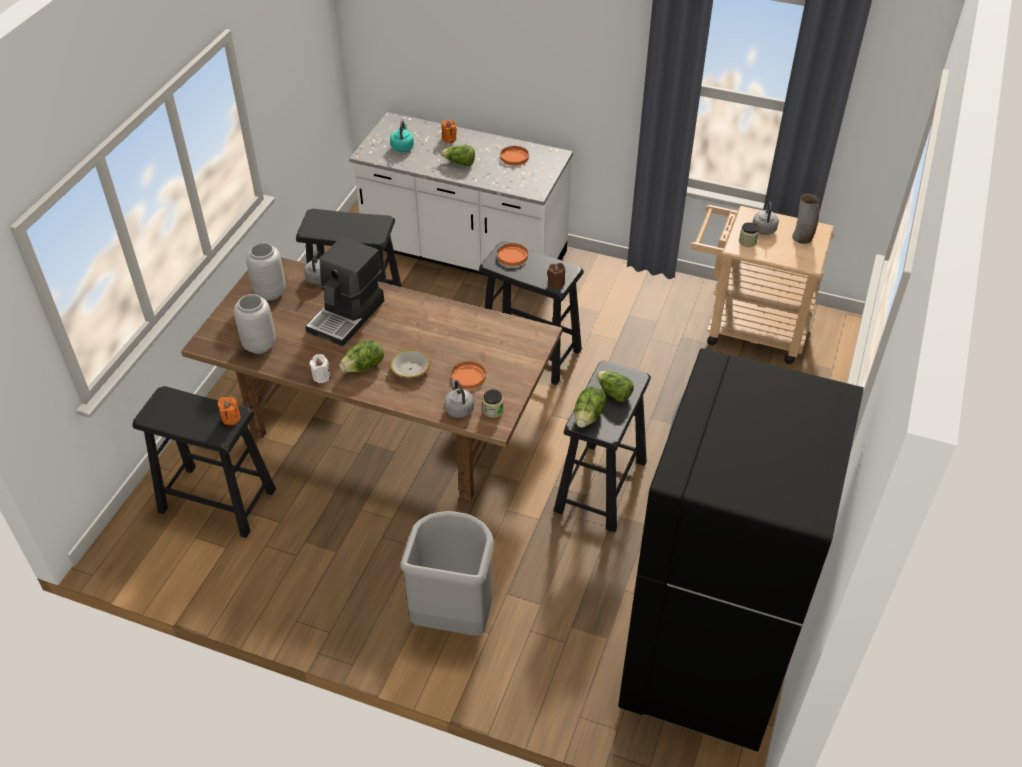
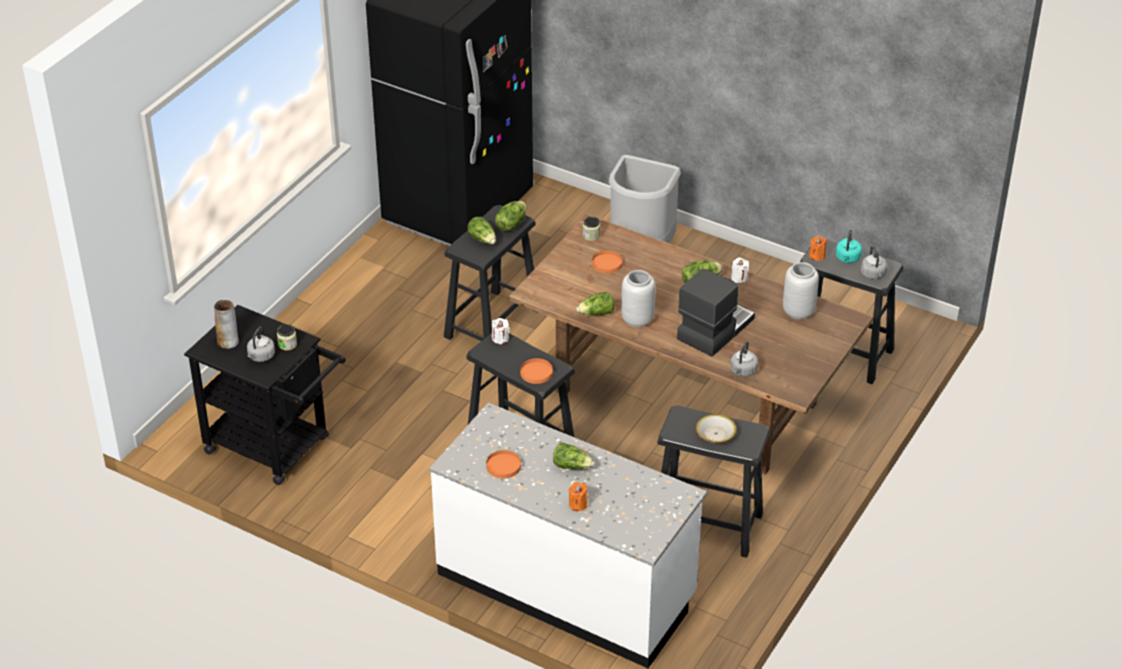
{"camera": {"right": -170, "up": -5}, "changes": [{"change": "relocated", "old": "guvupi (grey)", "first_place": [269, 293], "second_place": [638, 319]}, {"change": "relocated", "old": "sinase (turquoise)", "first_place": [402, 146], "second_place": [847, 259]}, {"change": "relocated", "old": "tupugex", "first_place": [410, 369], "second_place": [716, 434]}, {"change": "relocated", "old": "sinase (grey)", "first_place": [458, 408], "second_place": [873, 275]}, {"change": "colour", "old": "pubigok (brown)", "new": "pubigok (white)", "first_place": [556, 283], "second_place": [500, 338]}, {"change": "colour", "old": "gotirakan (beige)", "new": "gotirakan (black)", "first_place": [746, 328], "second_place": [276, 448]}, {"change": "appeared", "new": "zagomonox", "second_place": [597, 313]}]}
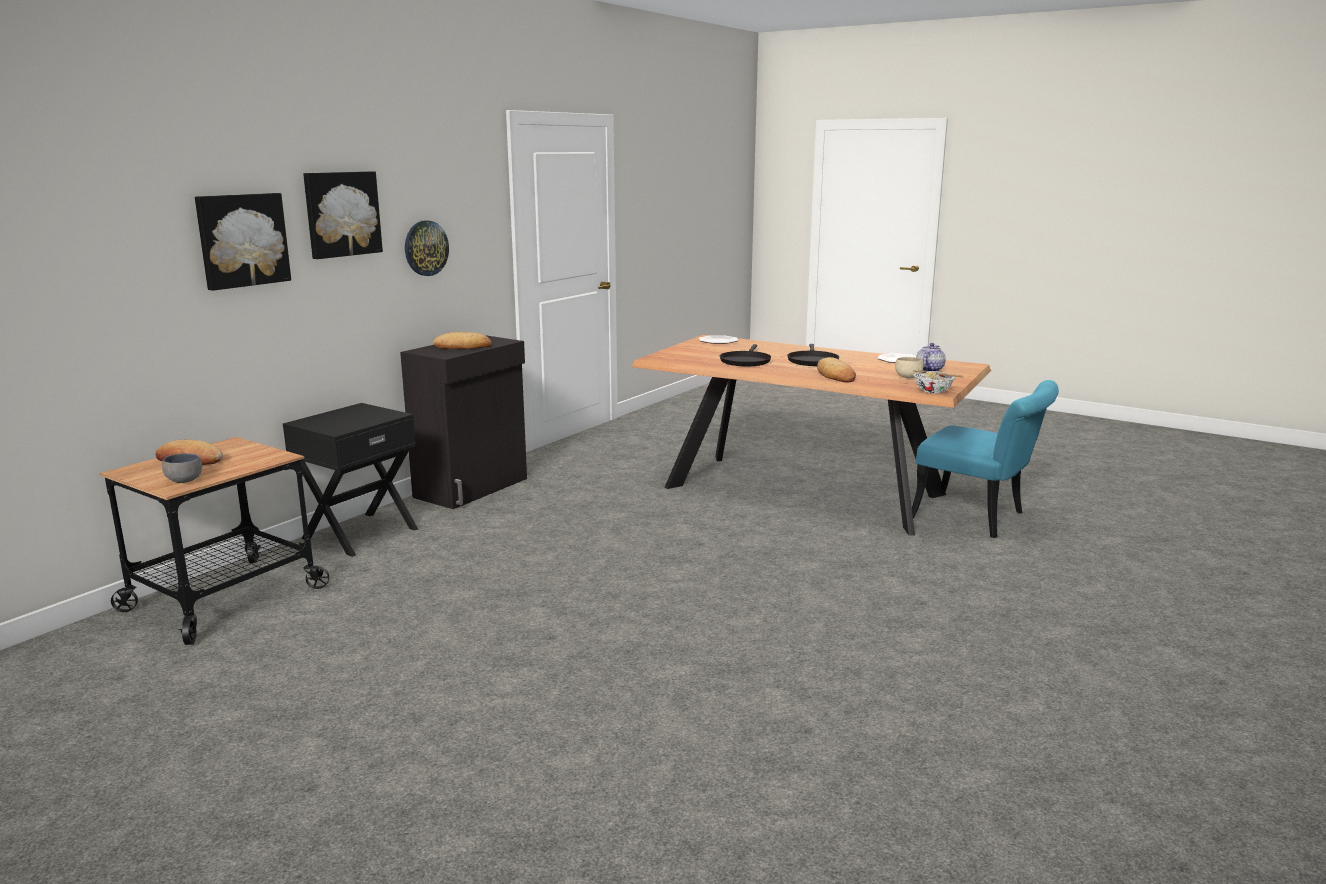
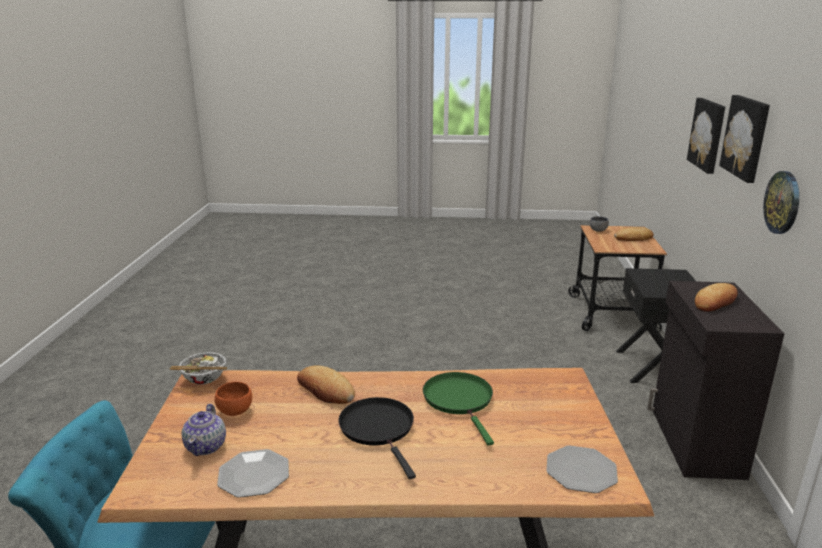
{"camera": {"right": 150, "up": 5}, "changes": [{"change": "colour", "old": "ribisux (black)", "new": "ribisux (green)", "first_place": [745, 361], "second_place": [459, 400]}, {"change": "colour", "old": "tupugex (beige)", "new": "tupugex (orange)", "first_place": [907, 377], "second_place": [236, 411]}]}
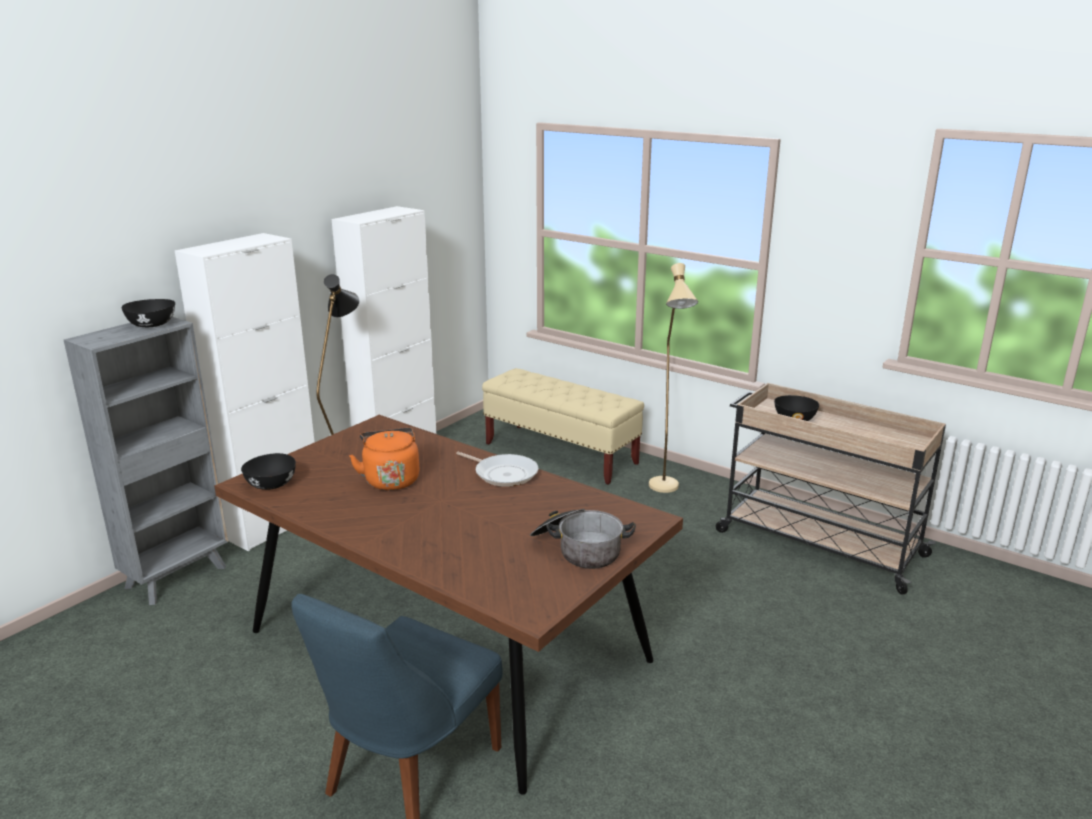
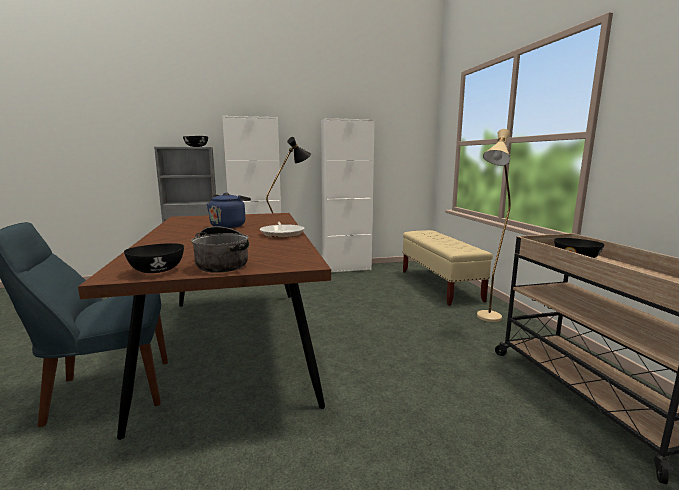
{"camera": {"right": 40, "up": -10}, "changes": [{"change": "relocated", "old": "tupugex (black)", "first_place": [271, 485], "second_place": [156, 271]}, {"change": "colour", "old": "sinase (orange)", "new": "sinase (blue)", "first_place": [391, 479], "second_place": [229, 226]}]}
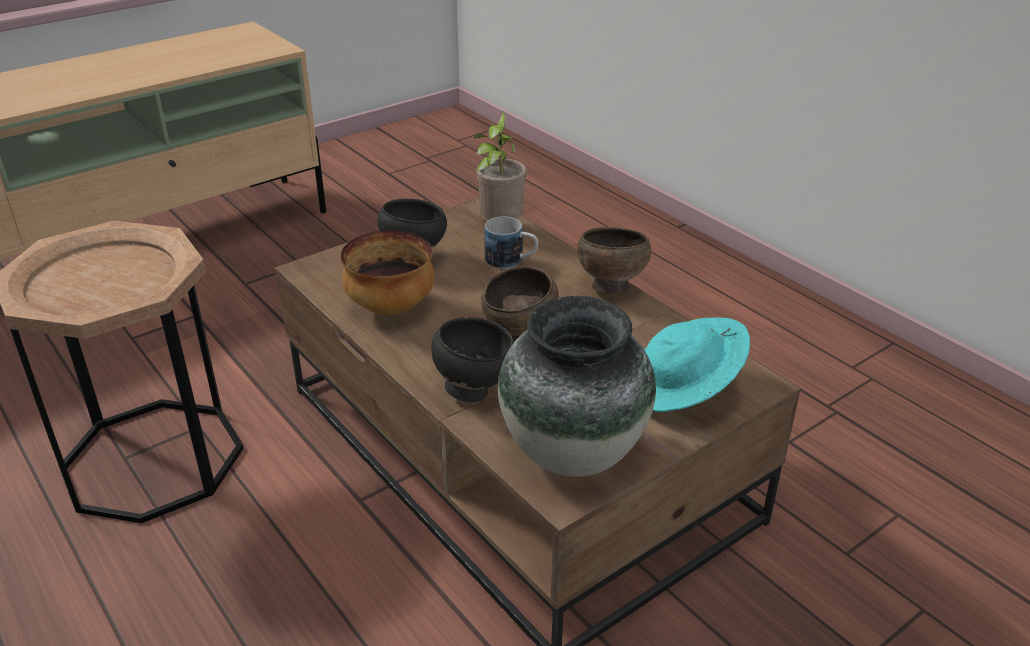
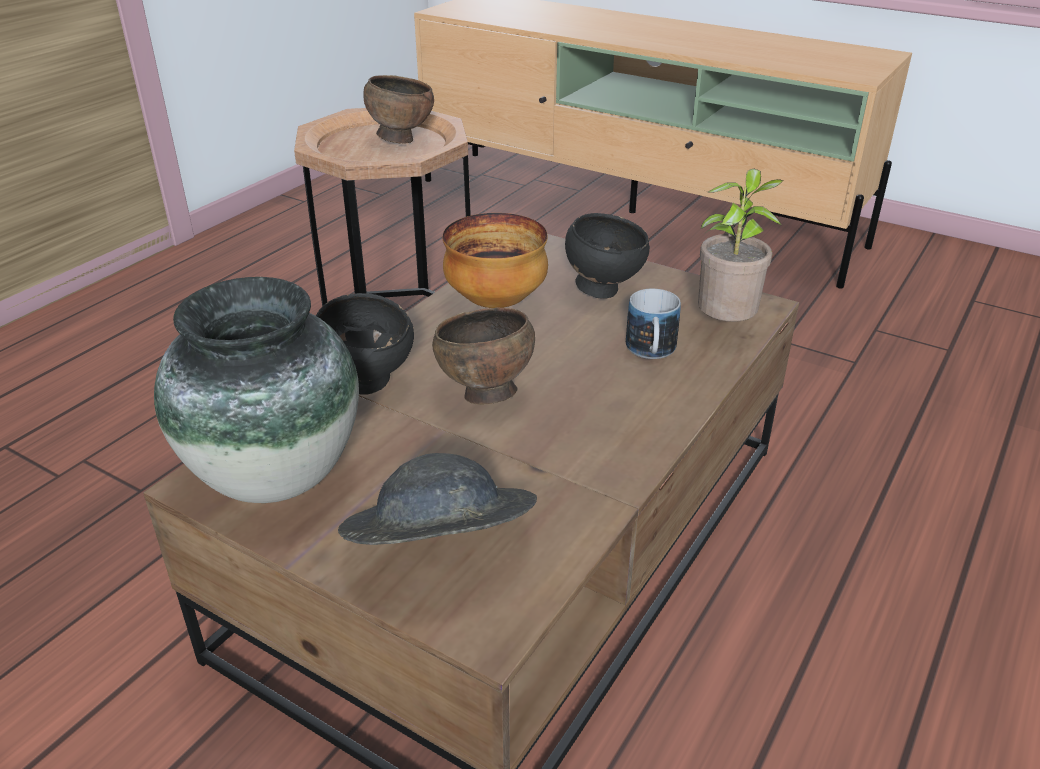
{"camera": {"right": 70, "up": 0}, "changes": [{"change": "relocated", "old": "tupugex (brown)", "first_place": [609, 288], "second_place": [401, 139]}, {"change": "colour", "old": "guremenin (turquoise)", "new": "guremenin (grey)", "first_place": [683, 389], "second_place": [439, 549]}]}
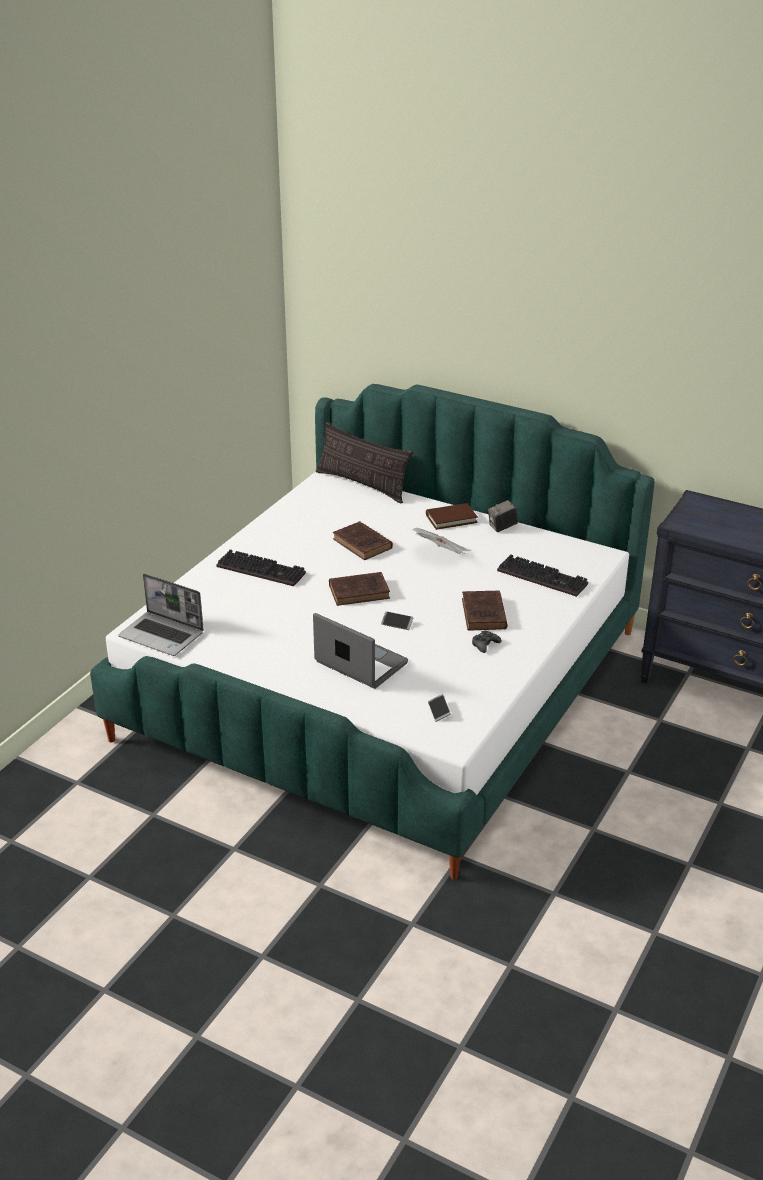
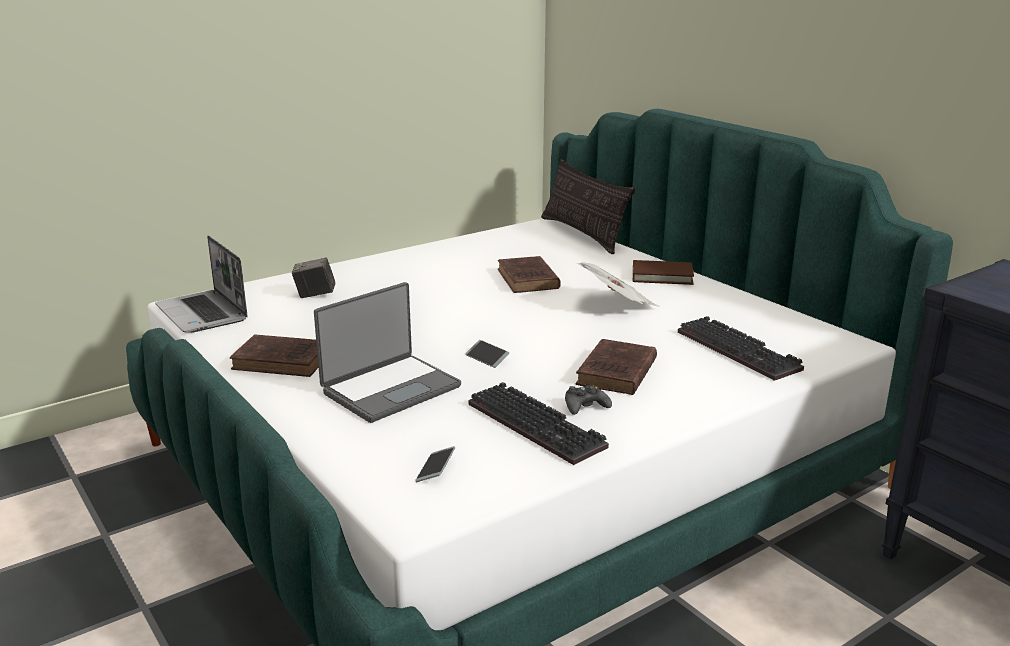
{"camera": {"right": 25, "up": -10}, "changes": [{"change": "relocated", "old": "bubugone", "first_place": [263, 569], "second_place": [539, 426]}, {"change": "spun", "old": "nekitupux", "first_place": [360, 664], "second_place": [390, 389], "degrees": 75}, {"change": "relocated", "old": "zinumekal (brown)", "first_place": [361, 592], "second_place": [284, 361]}, {"change": "relocated", "old": "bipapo", "first_place": [502, 527], "second_place": [315, 295]}]}
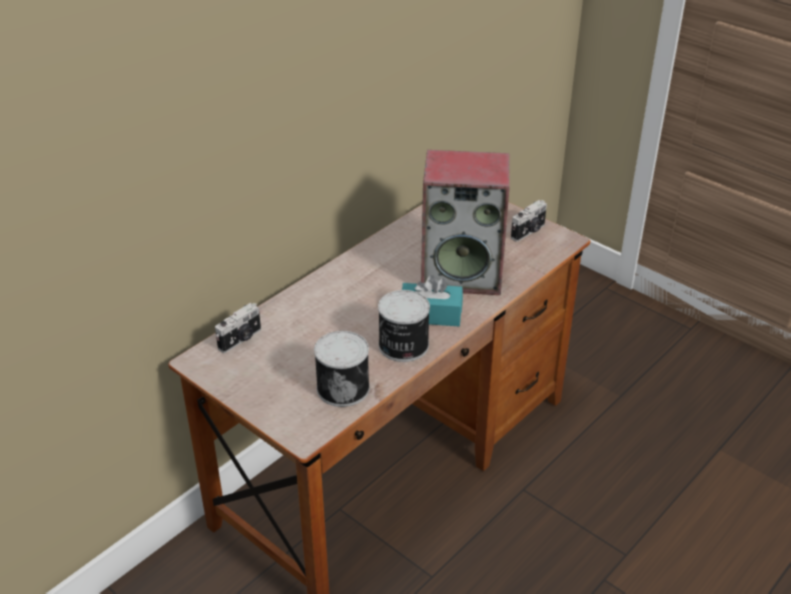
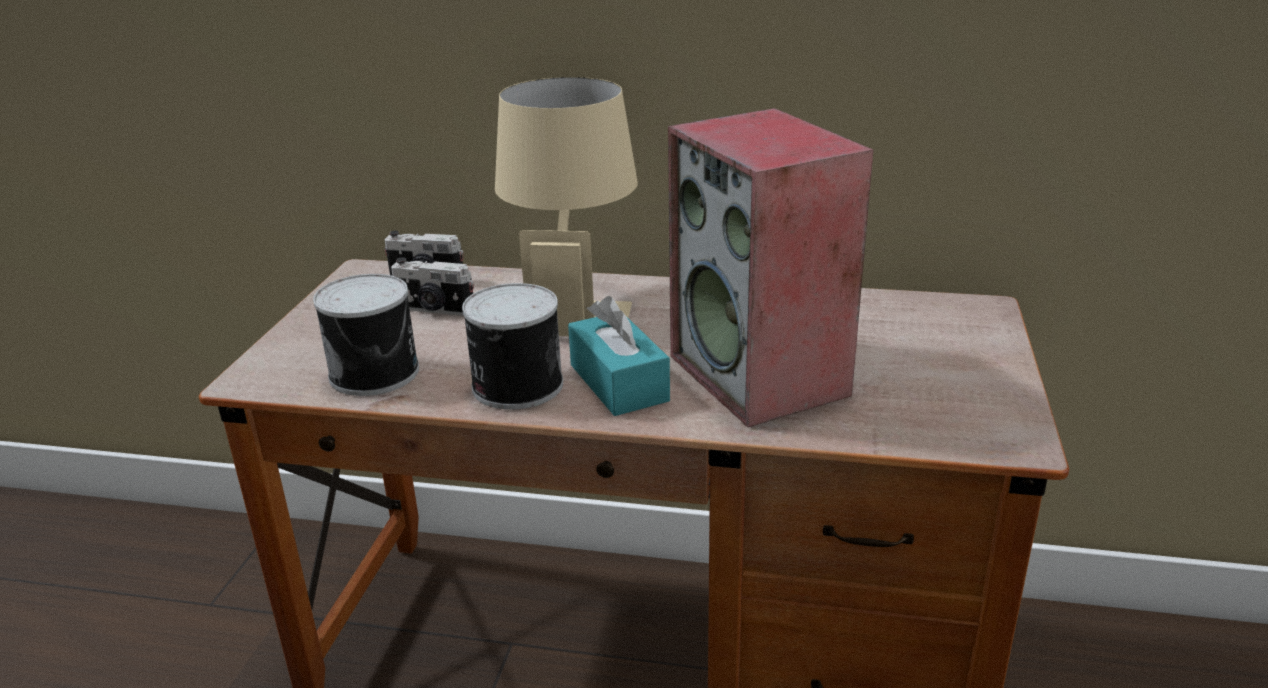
{"camera": {"right": 60, "up": -10}, "changes": [{"change": "relocated", "old": "bipapo", "first_place": [529, 232], "second_place": [434, 310]}, {"change": "appeared", "new": "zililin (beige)", "second_place": [571, 305]}]}
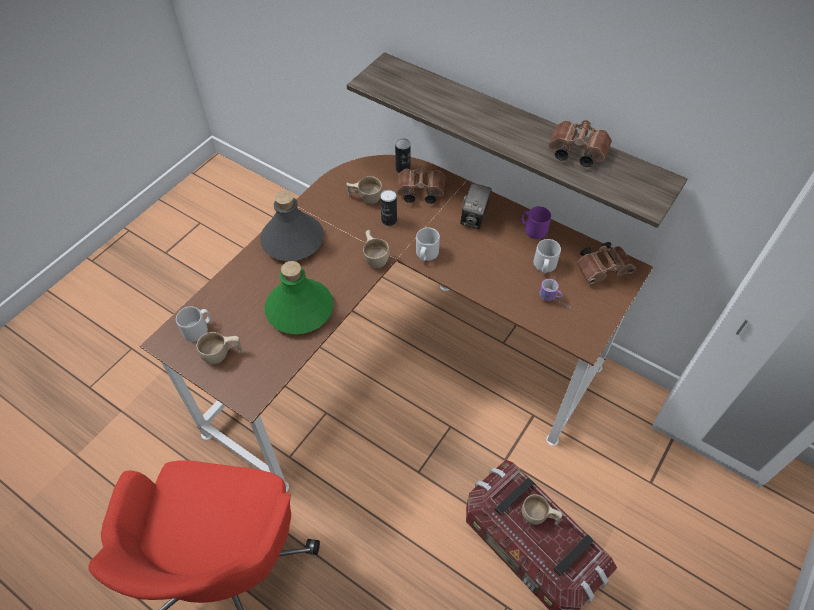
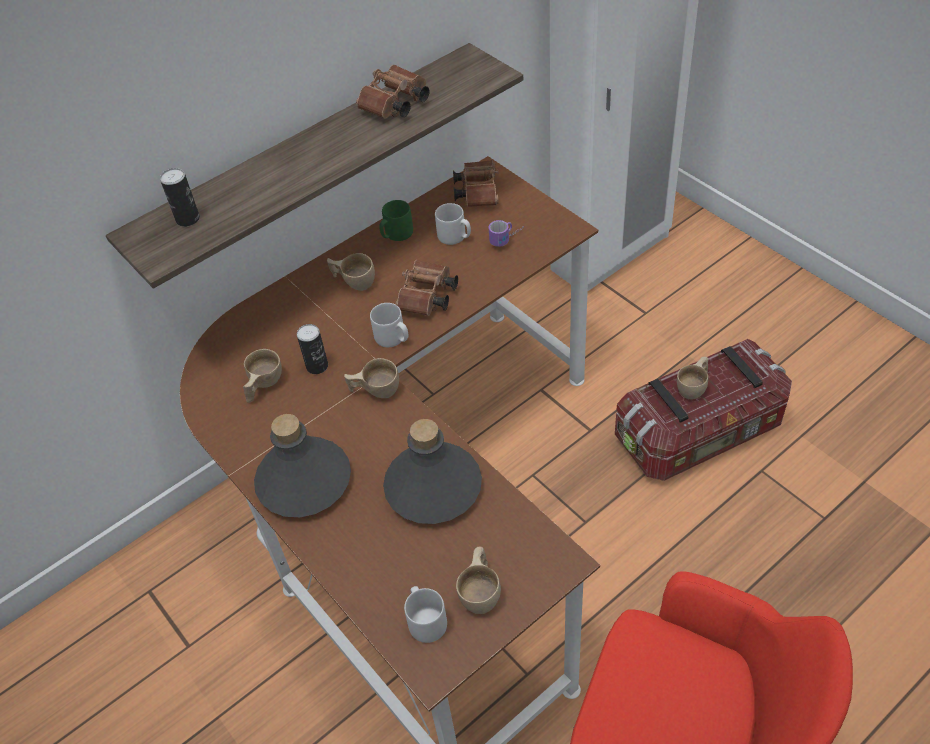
{"camera": {"right": -70, "up": -5}, "changes": [{"change": "colour", "old": "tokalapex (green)", "new": "tokalapex (grey)", "first_place": [299, 310], "second_place": [433, 488]}, {"change": "relocated", "old": "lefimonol", "first_place": [403, 169], "second_place": [188, 219]}, {"change": "relocated", "old": "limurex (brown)", "first_place": [419, 192], "second_place": [427, 298]}, {"change": "exchanged", "old": "bipapo", "new": "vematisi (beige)", "first_place": [474, 218], "second_place": [354, 281]}, {"change": "colour", "old": "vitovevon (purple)", "new": "vitovevon (green)", "first_place": [533, 229], "second_place": [396, 234]}]}
